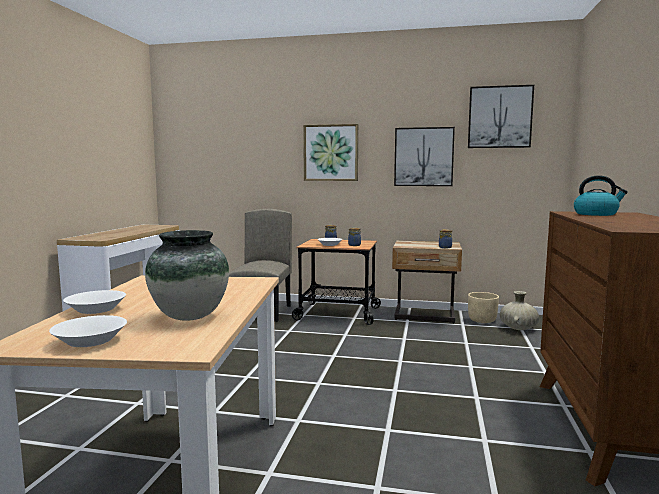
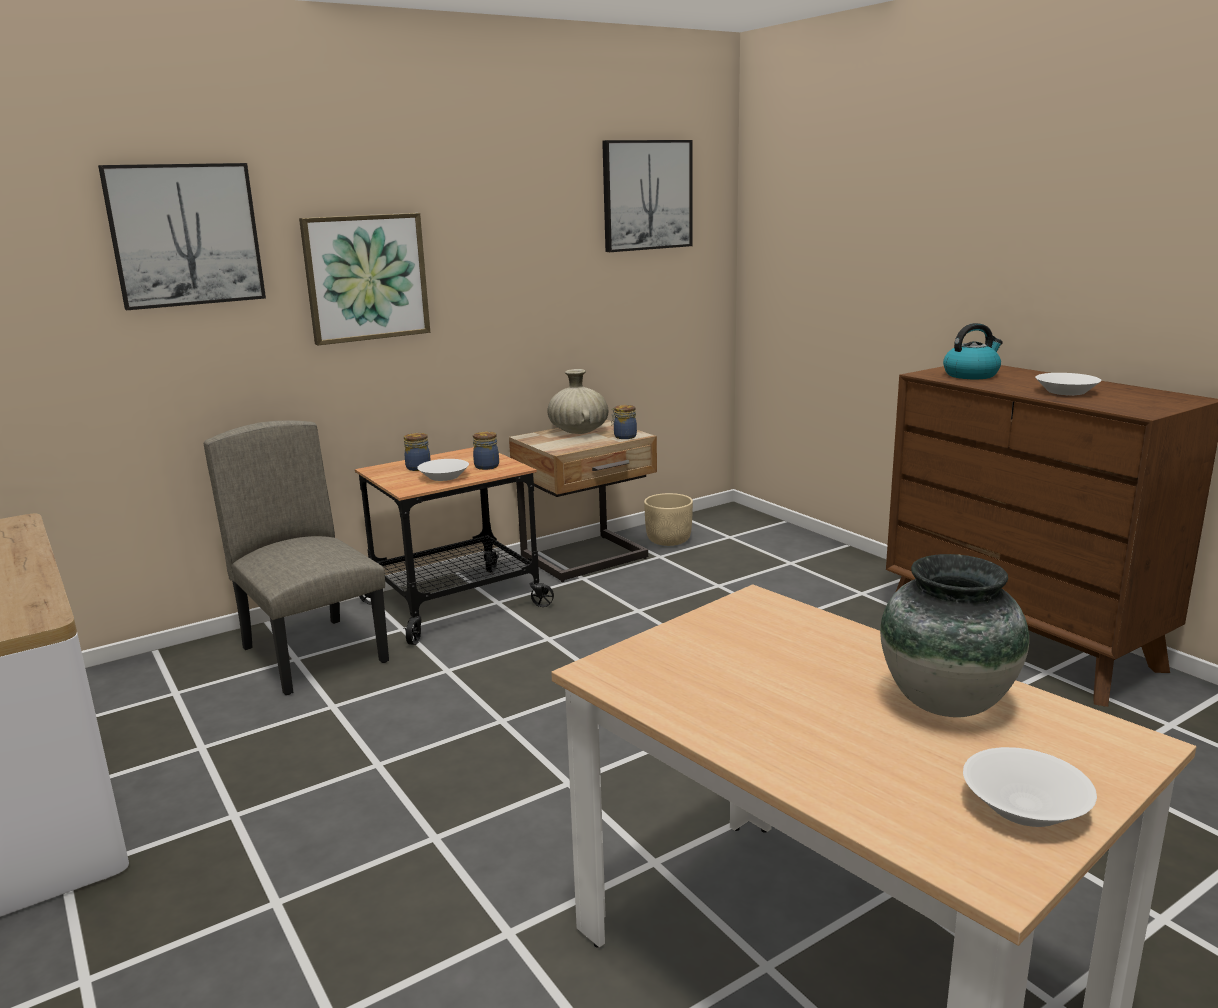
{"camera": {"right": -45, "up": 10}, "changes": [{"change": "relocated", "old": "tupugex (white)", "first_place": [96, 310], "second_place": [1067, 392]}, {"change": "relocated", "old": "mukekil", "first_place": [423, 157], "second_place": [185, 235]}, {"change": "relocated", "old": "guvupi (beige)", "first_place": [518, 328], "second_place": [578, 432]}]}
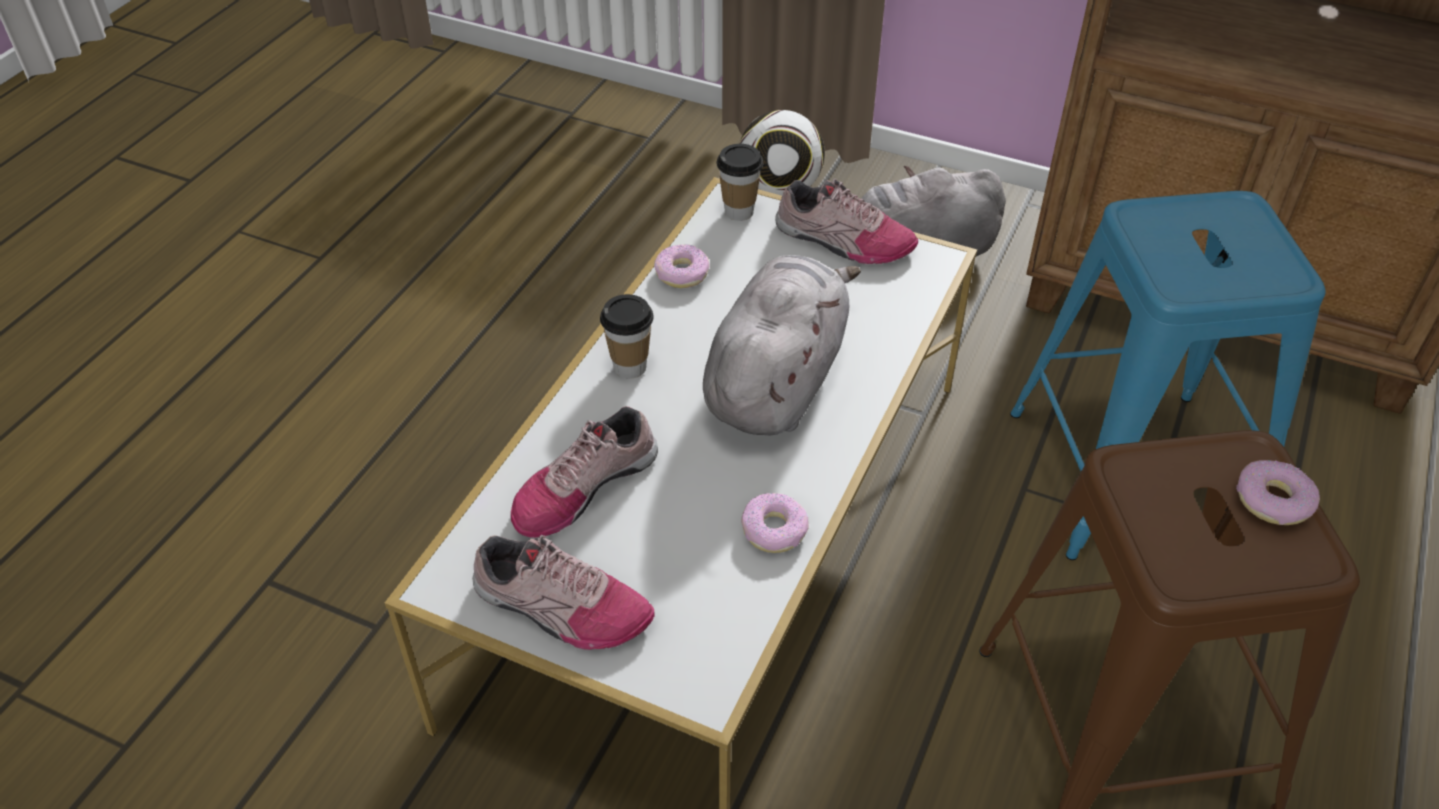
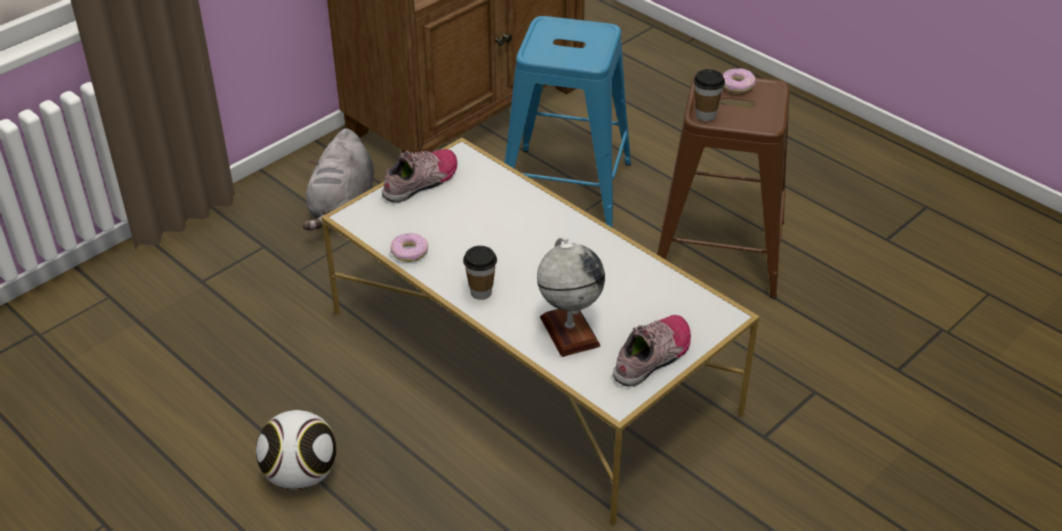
{"camera": {"right": -70, "up": -5}, "changes": [{"change": "exchanged", "old": "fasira", "new": "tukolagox", "first_place": [583, 486], "second_place": [569, 331]}, {"change": "missing", "old": "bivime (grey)", "first_place": [777, 381]}, {"change": "relocated", "old": "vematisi", "first_place": [739, 211], "second_place": [705, 115]}, {"change": "relocated", "old": "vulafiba", "first_place": [780, 189], "second_place": [301, 475]}, {"change": "missing", "old": "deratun", "first_place": [774, 530]}]}
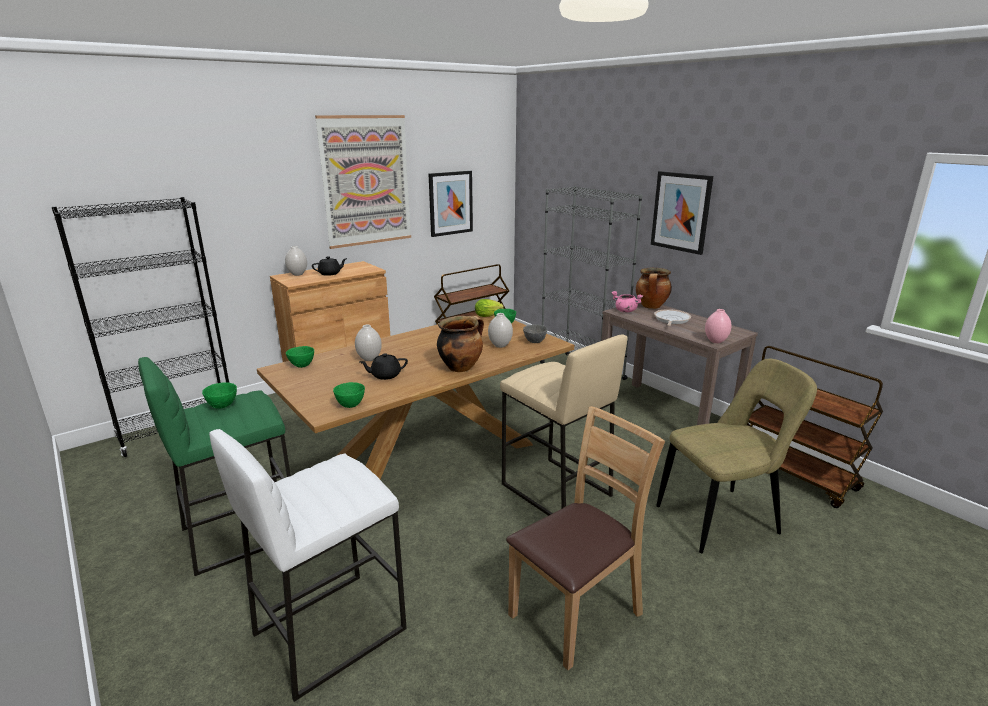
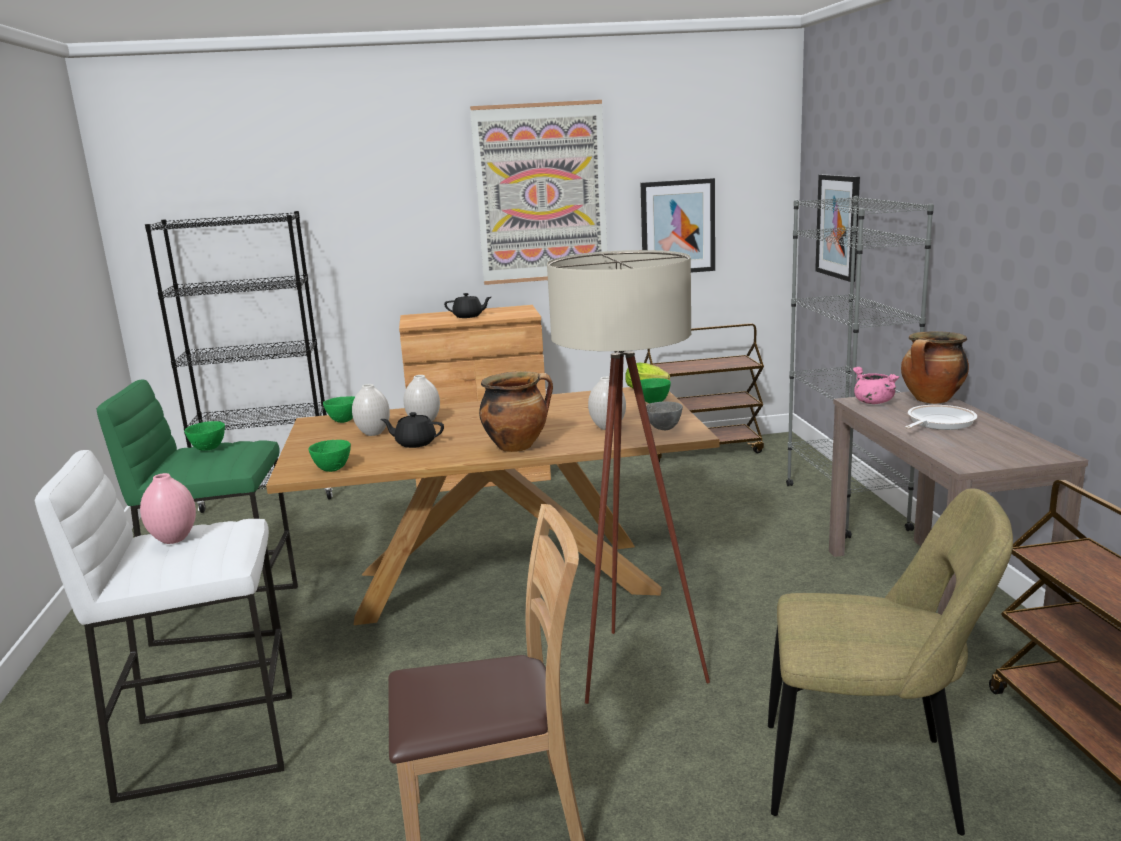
{"camera": {"right": 30, "up": -5}, "changes": [{"change": "relocated", "old": "guvupi (white)", "first_place": [297, 274], "second_place": [373, 433]}, {"change": "exchanged", "old": "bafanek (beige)", "new": "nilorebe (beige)", "first_place": [555, 490], "second_place": [631, 662]}, {"change": "relocated", "old": "mukekil", "first_place": [681, 212], "second_place": [838, 226]}, {"change": "relocated", "old": "guvupi (pink)", "first_place": [715, 341], "second_place": [174, 539]}]}
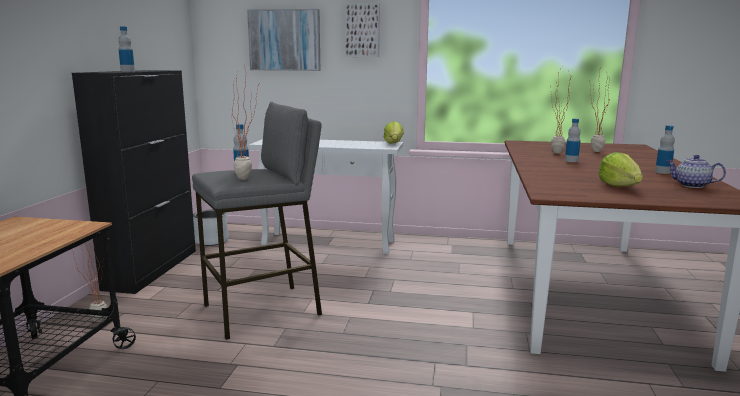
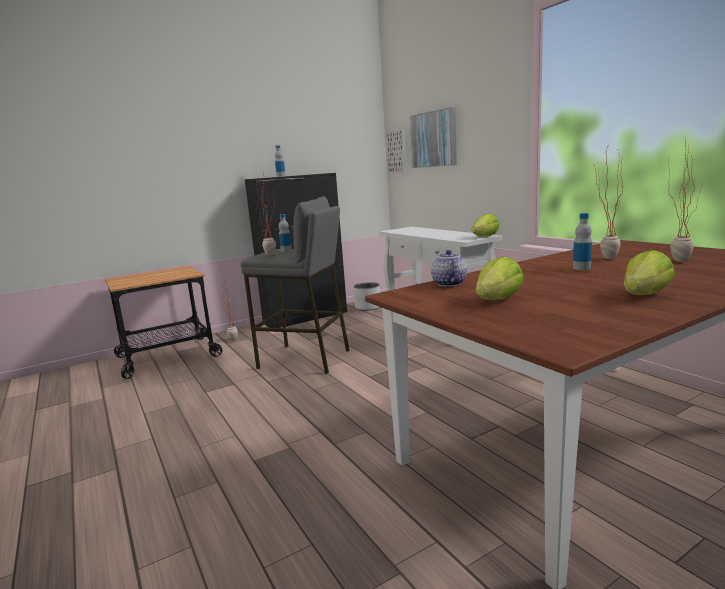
{"camera": {"right": 50, "up": 0}, "changes": [{"change": "relocated", "old": "mukekil", "first_place": [362, 30], "second_place": [398, 152]}, {"change": "exchanged", "old": "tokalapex", "new": "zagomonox", "first_place": [662, 172], "second_place": [644, 295]}, {"change": "relocated", "old": "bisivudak", "first_place": [691, 185], "second_place": [448, 283]}]}
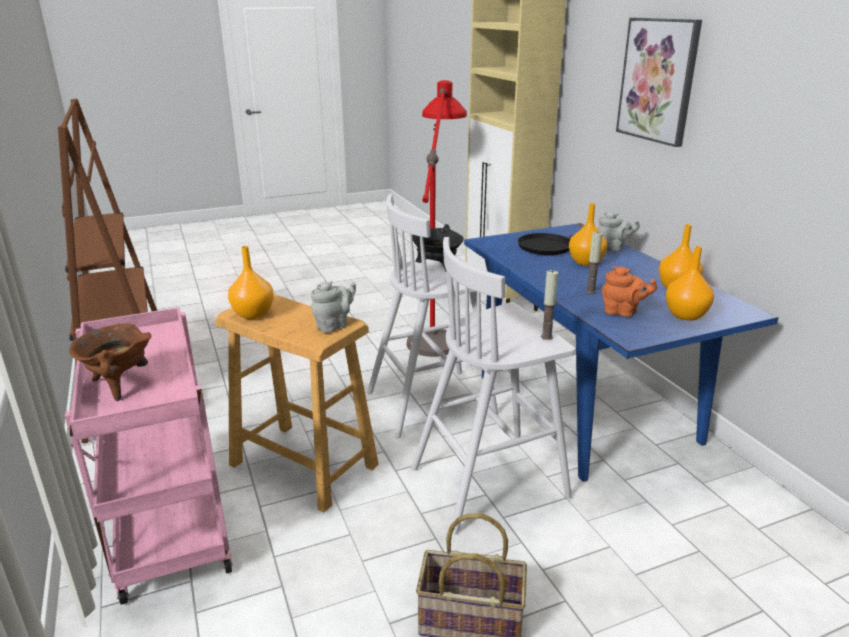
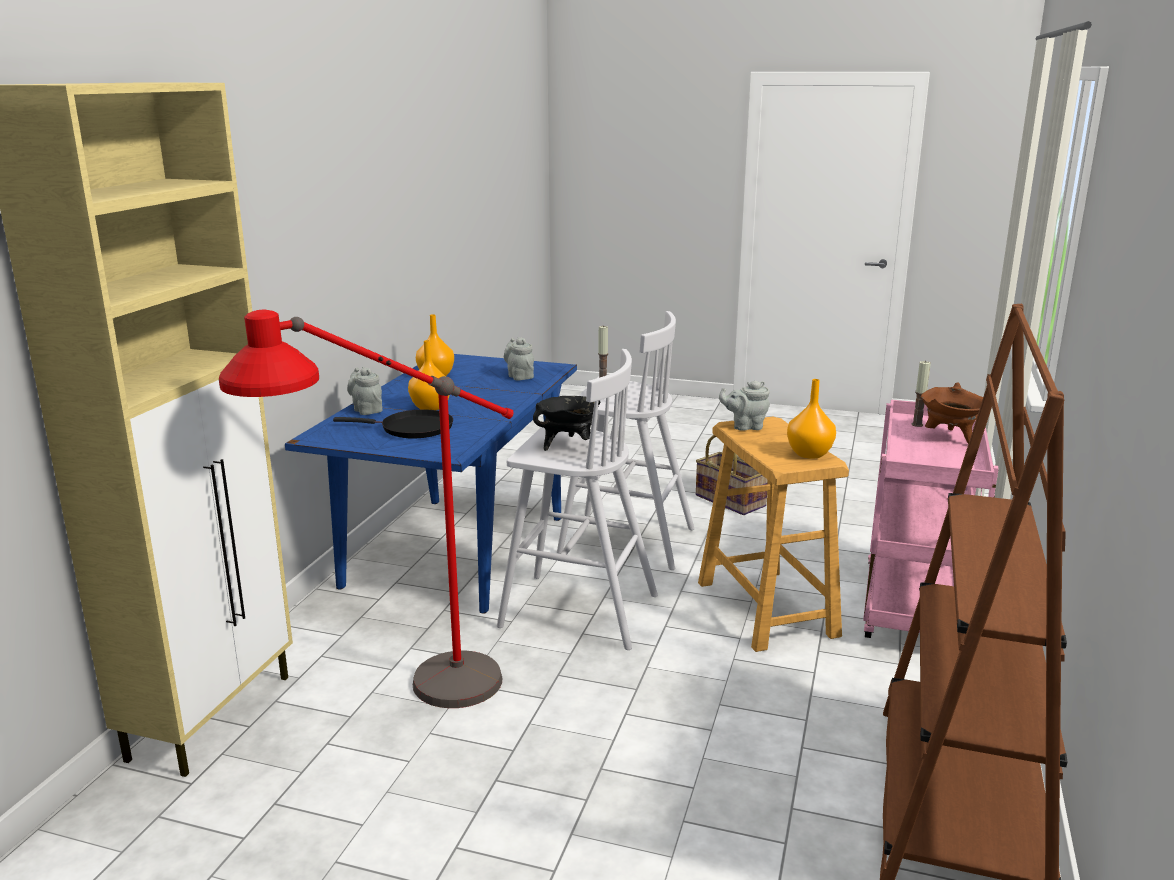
{"camera": {"right": -140, "up": -5}, "changes": [{"change": "relocated", "old": "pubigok", "first_place": [590, 291], "second_place": [917, 424]}, {"change": "colour", "old": "bisivudak (orange)", "new": "bisivudak (grey)", "first_place": [623, 312], "second_place": [519, 376]}, {"change": "missing", "old": "mukekil", "first_place": [658, 80]}, {"change": "missing", "old": "guvupi (orange)", "first_place": [685, 316]}]}
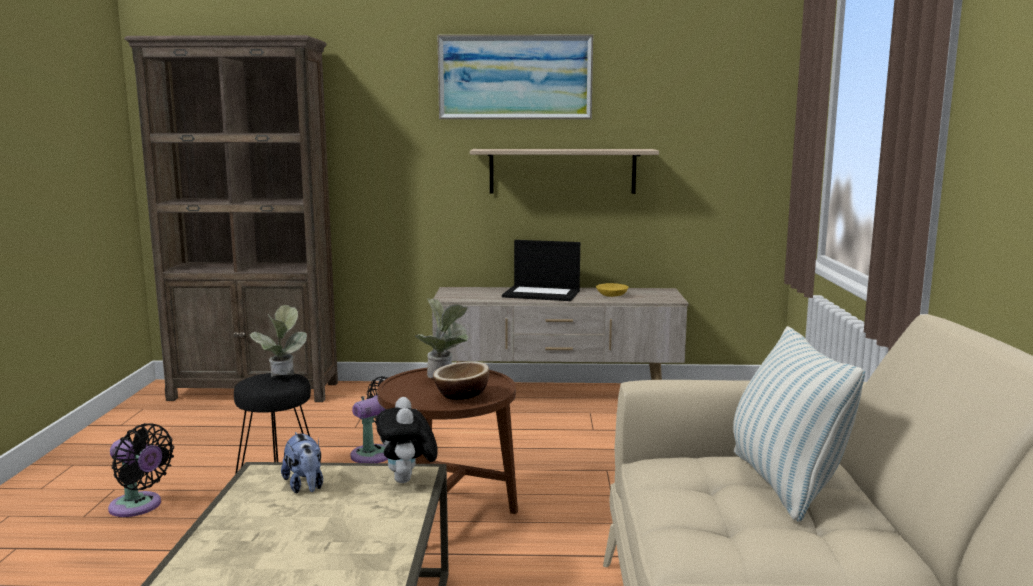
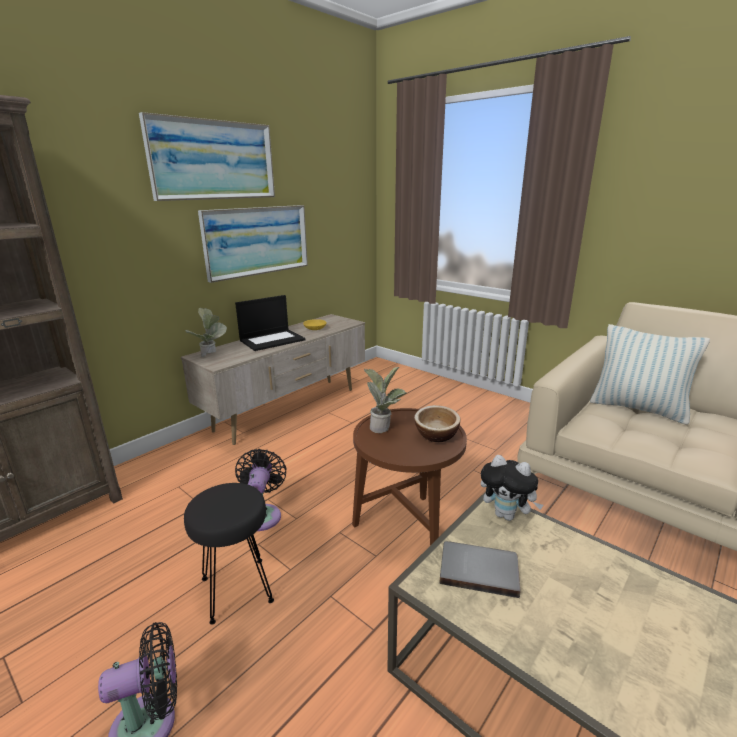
{"camera": {"right": -50, "up": 10}, "changes": [{"change": "relocated", "old": "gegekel", "first_place": [281, 380], "second_place": [211, 356]}, {"change": "exchanged", "old": "bivime", "new": "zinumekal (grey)", "first_place": [305, 486], "second_place": [478, 569]}, {"change": "exchanged", "old": "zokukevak", "new": "mukekil", "first_place": [562, 171], "second_place": [257, 241]}]}
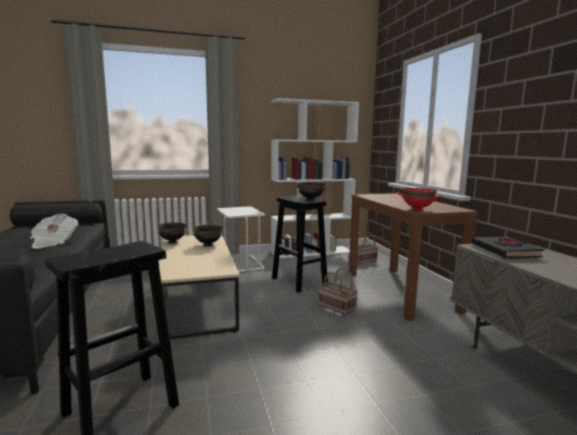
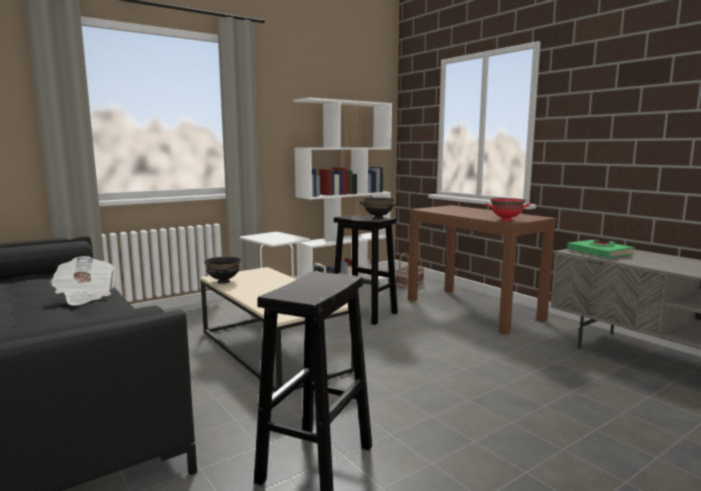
{"camera": {"right": -20, "up": 0}, "changes": [{"change": "missing", "old": "tupugex (black)", "first_place": [208, 245]}, {"change": "missing", "old": "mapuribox", "first_place": [335, 307]}, {"change": "colour", "old": "zinumekal (black)", "new": "zinumekal (green)", "first_place": [505, 251], "second_place": [599, 252]}]}
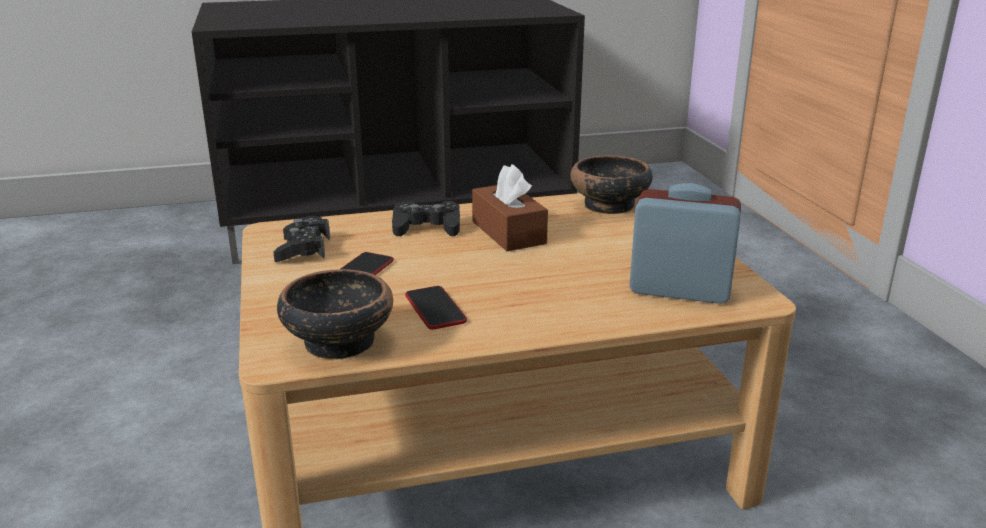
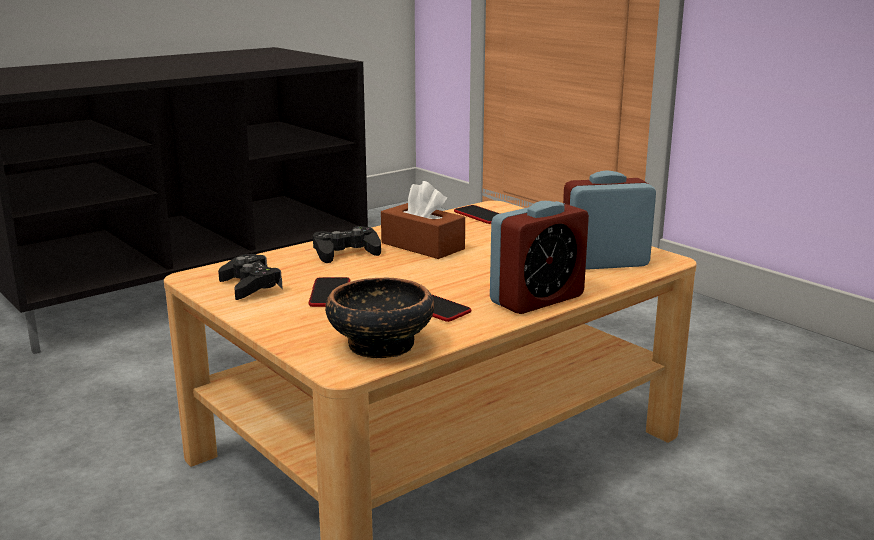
{"camera": {"right": -25, "up": -5}, "changes": [{"change": "exchanged", "old": "tupugex", "new": "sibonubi", "first_place": [609, 206], "second_place": [481, 216]}, {"change": "appeared", "new": "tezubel", "second_place": [537, 299]}]}
